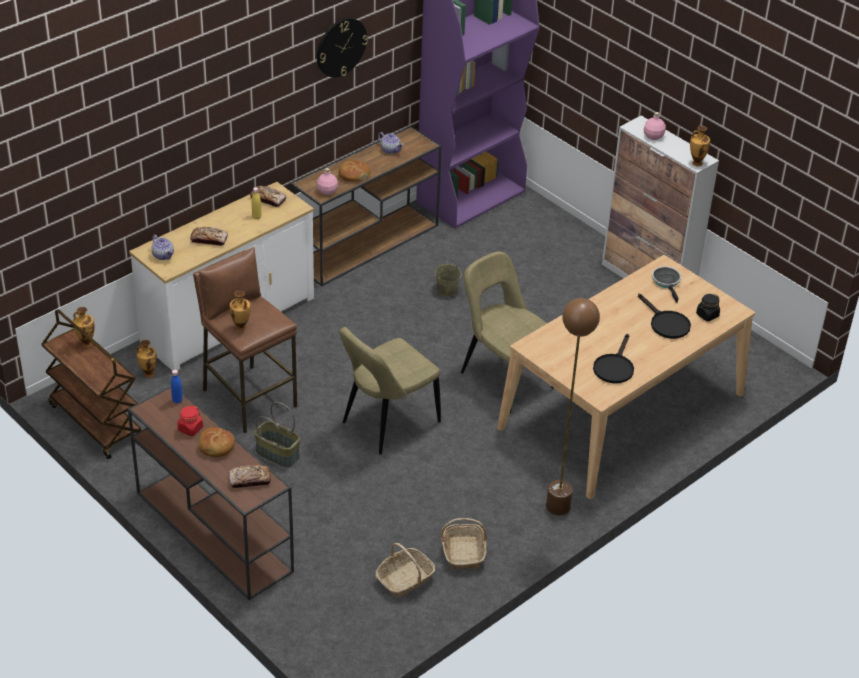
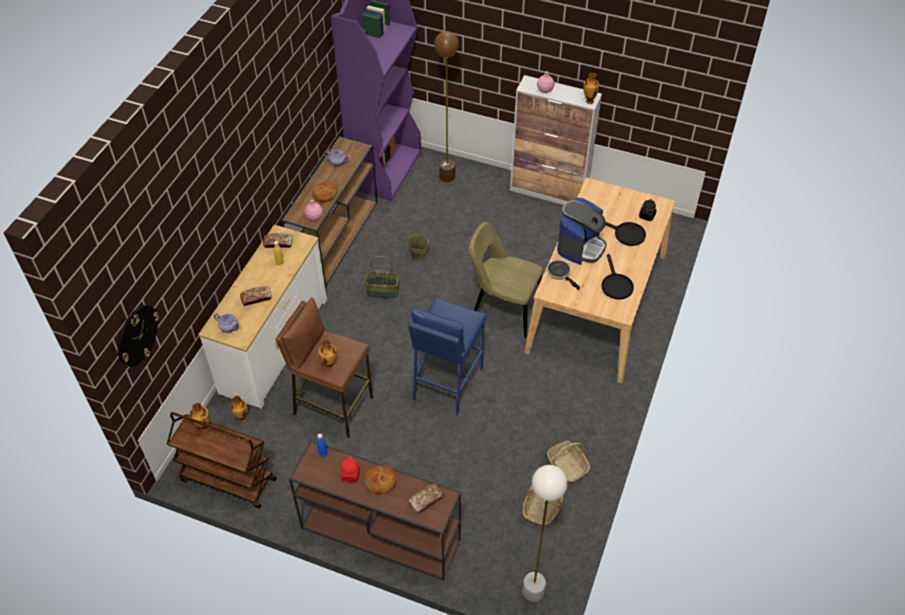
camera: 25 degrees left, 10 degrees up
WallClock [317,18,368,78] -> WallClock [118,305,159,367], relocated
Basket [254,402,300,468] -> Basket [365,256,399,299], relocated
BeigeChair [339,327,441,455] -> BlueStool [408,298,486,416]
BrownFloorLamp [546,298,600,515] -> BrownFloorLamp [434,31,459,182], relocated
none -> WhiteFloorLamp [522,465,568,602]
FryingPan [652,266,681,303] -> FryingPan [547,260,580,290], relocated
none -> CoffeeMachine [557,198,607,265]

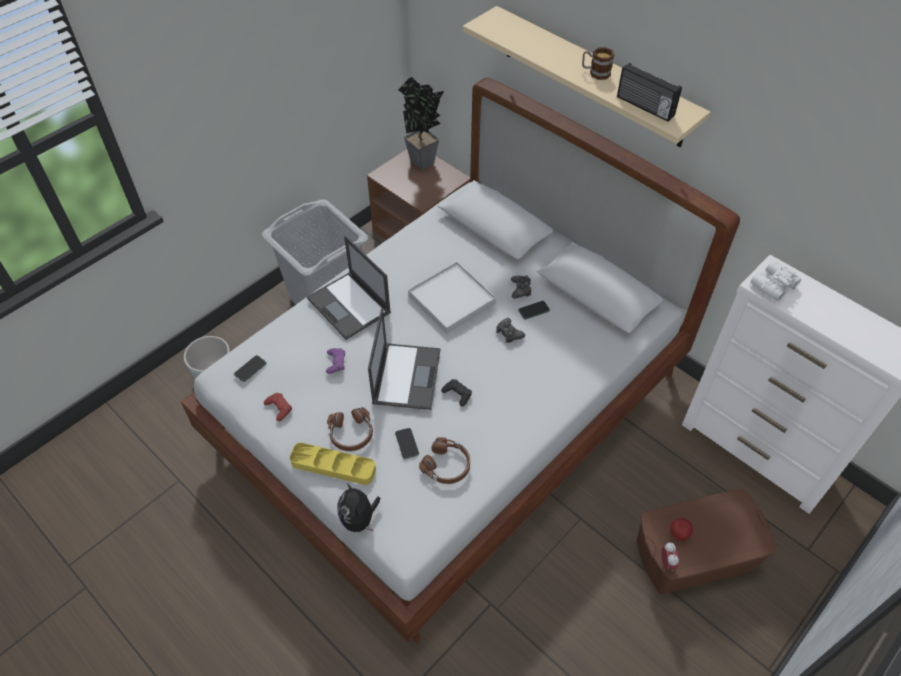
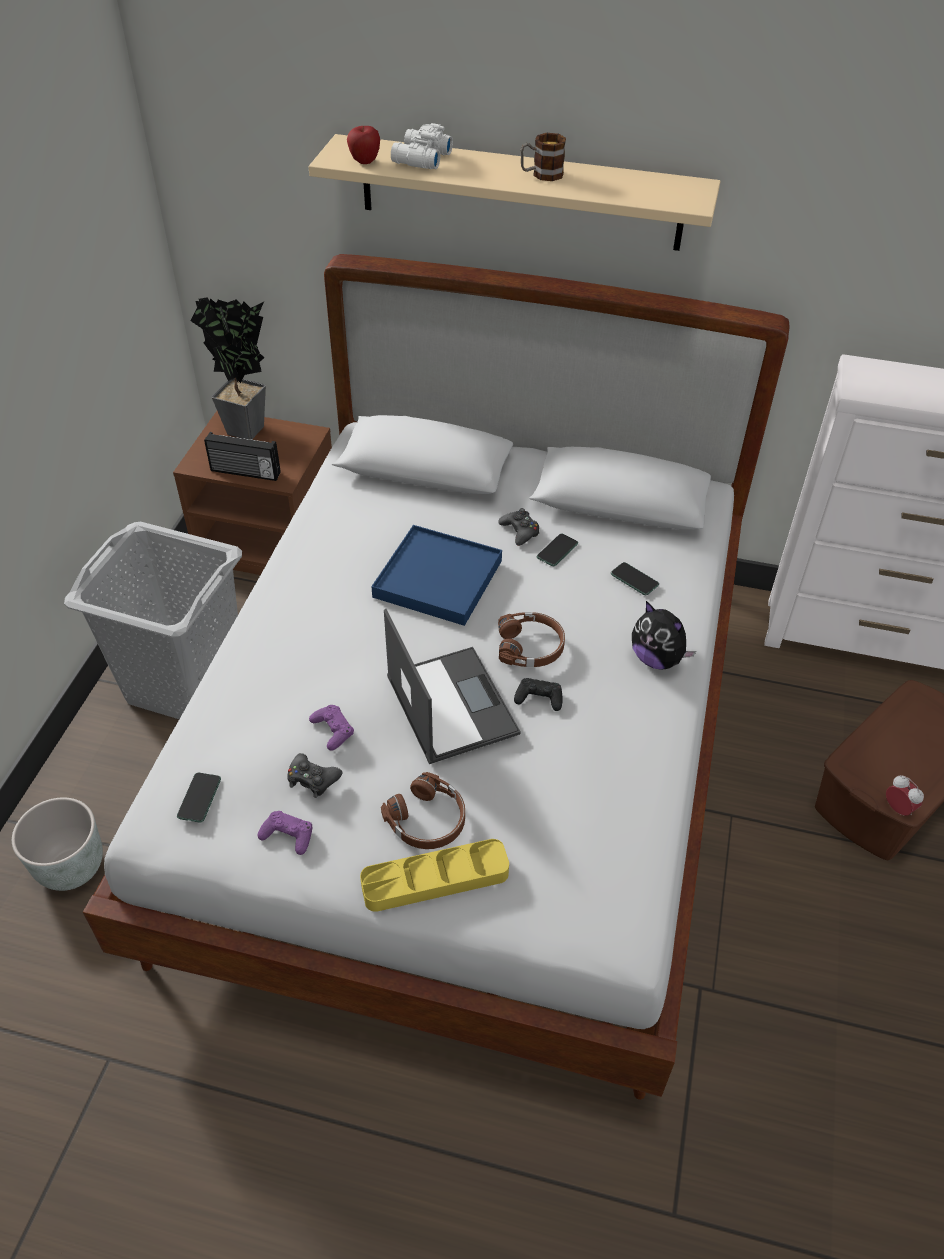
camera: 30 degrees left, 5 degrees down
Radio [617,63,682,122] -> Radio [204,432,281,481], relocated
RedGameController [264,393,292,421] -> PurpleGameController [258,811,312,855]
BlackGameController [496,318,525,343] -> BlackGameController [287,753,342,798], relocated
Apple [670,518,693,541] -> Apple [347,126,380,164], relocated
WhiteTray [408,262,496,334] -> BlueTray [371,525,502,626]
WhiteBinoculars [751,261,801,301] -> WhiteBinoculars [391,123,453,169], relocated
BrownHeadphones [419,437,470,484] -> BrownHeadphones [498,612,565,667], relocated
Phone [395,428,419,459] -> Phone [611,562,659,595], relocated
PlushToy [337,483,380,532] -> PlushToy [632,601,696,670], relocated
Laptop [307,235,391,340] -> none

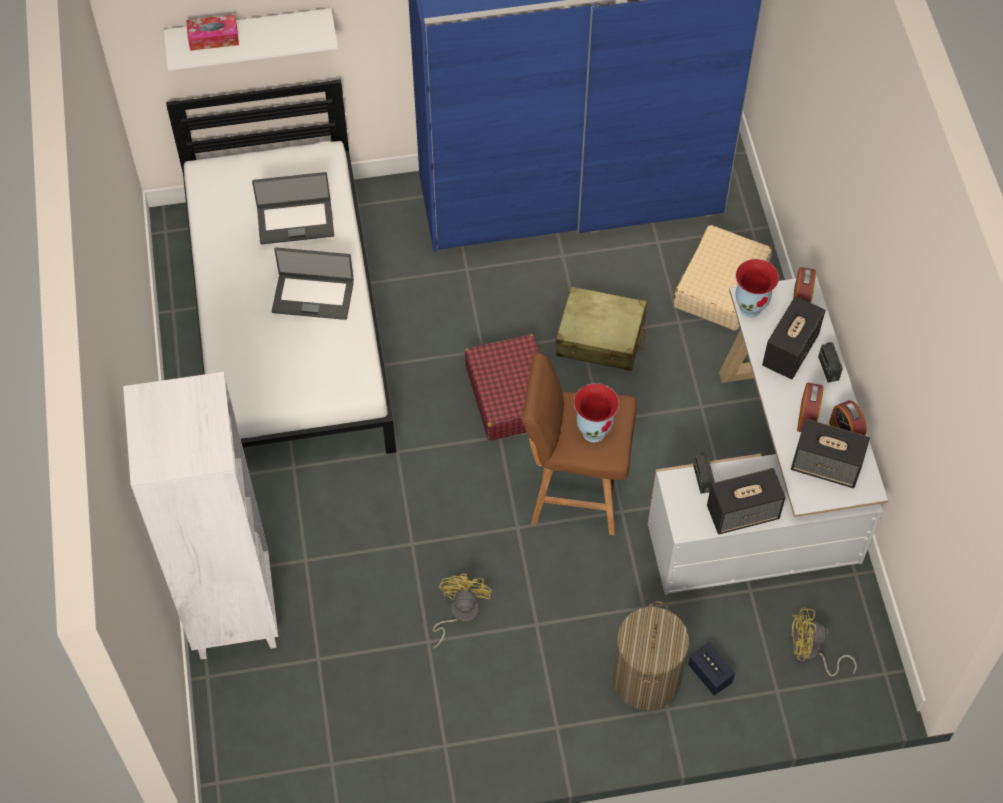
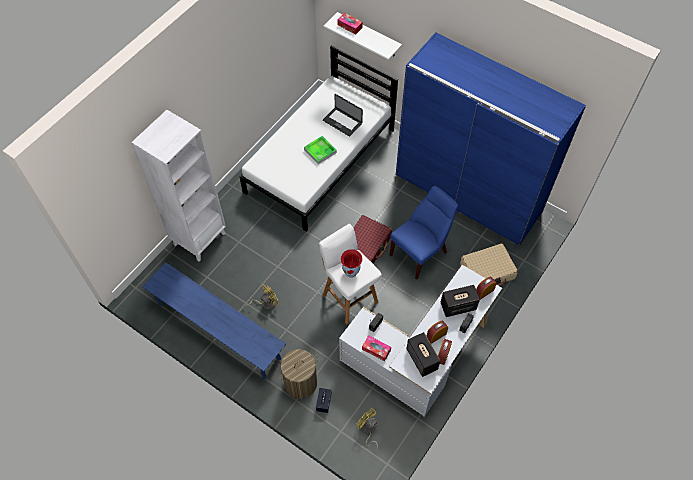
camera: 45 degrees right, 0 degrees up
none -> BlueBench [142,262,286,379]
Laptop [272,247,354,320] -> Tray [304,136,337,164]
BrownStool [523,353,637,535] -> WhiteStool [319,224,382,324]
Speaker [707,468,786,535] -> TissueBox [362,335,391,361]
BeigeSuitcase [556,287,647,371] -> BlueChair [390,186,458,280]
Vase [736,259,779,318] -> none

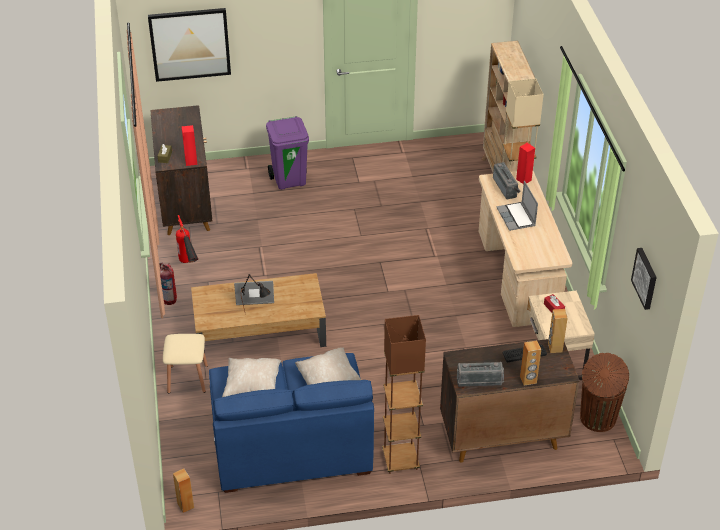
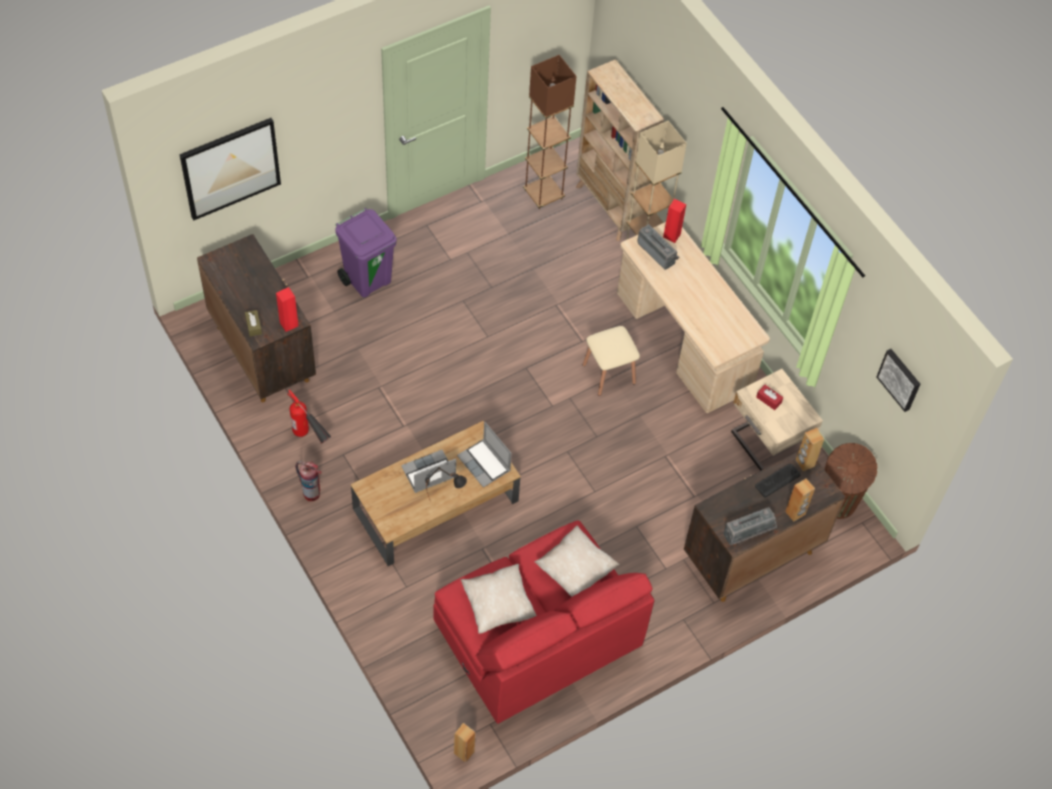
camera: 25 degrees left, 15 degrees up
BlueSofa [209,353,374,493] -> RedSofa [433,520,654,724]
Laptop [497,181,538,231] -> Laptop [457,422,512,488], relocated
BrownFloorLamp [382,315,426,474] -> BrownFloorLamp [523,55,577,209], relocated
BeigeStool [163,334,208,393] -> BeigeStool [583,326,640,396], relocated

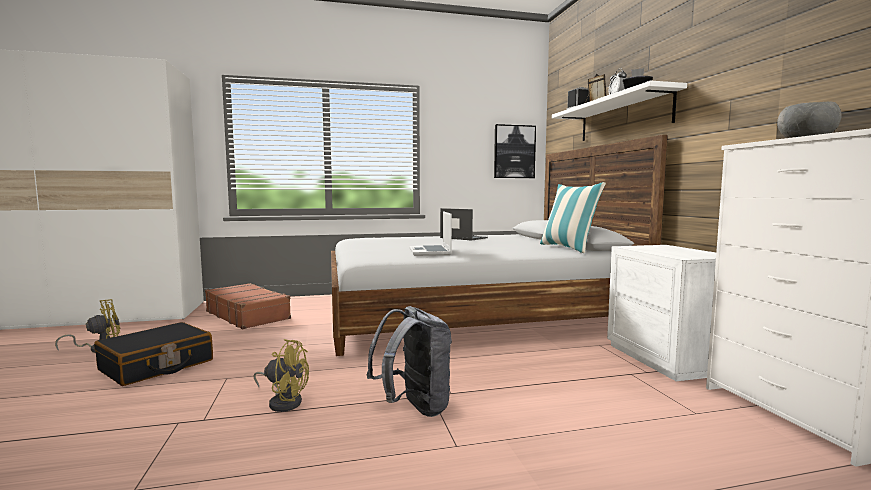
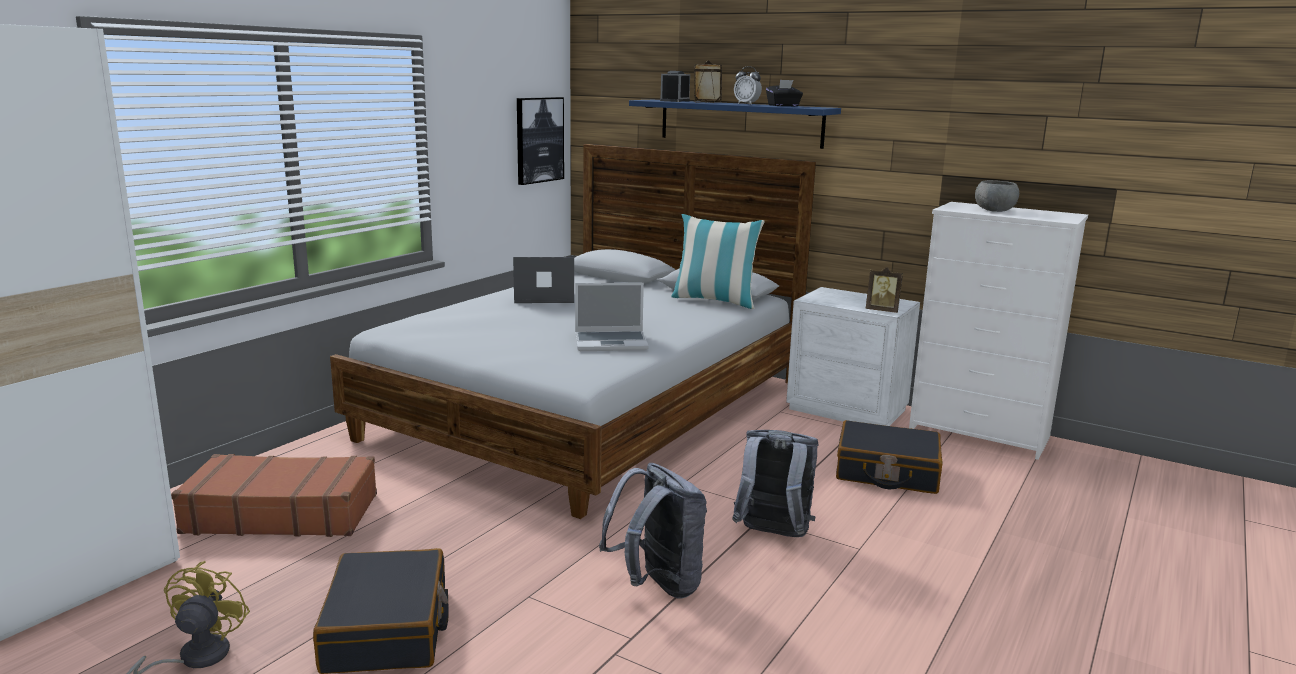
camera: 45 degrees left, 10 degrees up
Laptop [409,211,452,256] -> Laptop [575,283,649,351], 45 degrees counterclockwise
YellowFan [253,339,309,412] -> GreyBackpack [599,463,707,599]
WhiteShelf [552,80,687,141] -> BlueShelf [629,100,841,149]
none -> BlackSuitcase [836,420,943,494]
none -> PictureFrame [866,267,903,313]

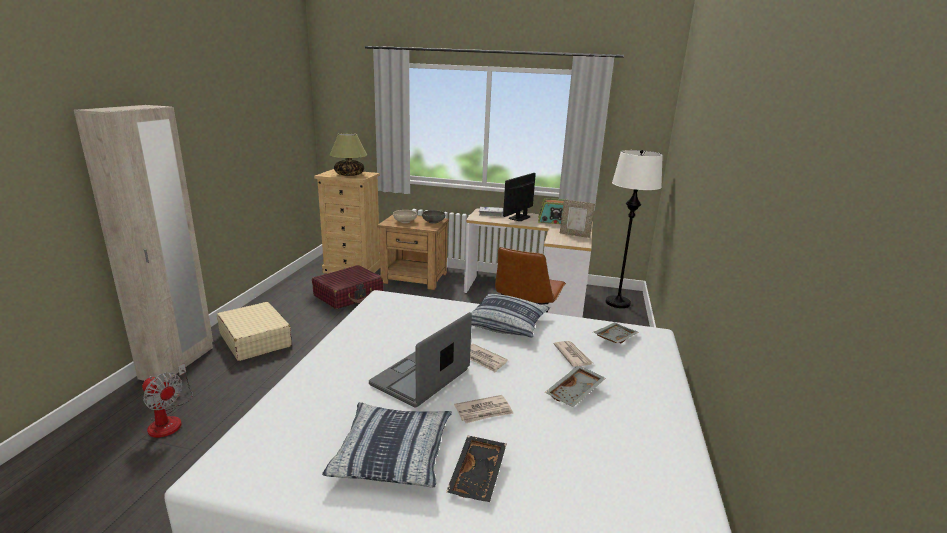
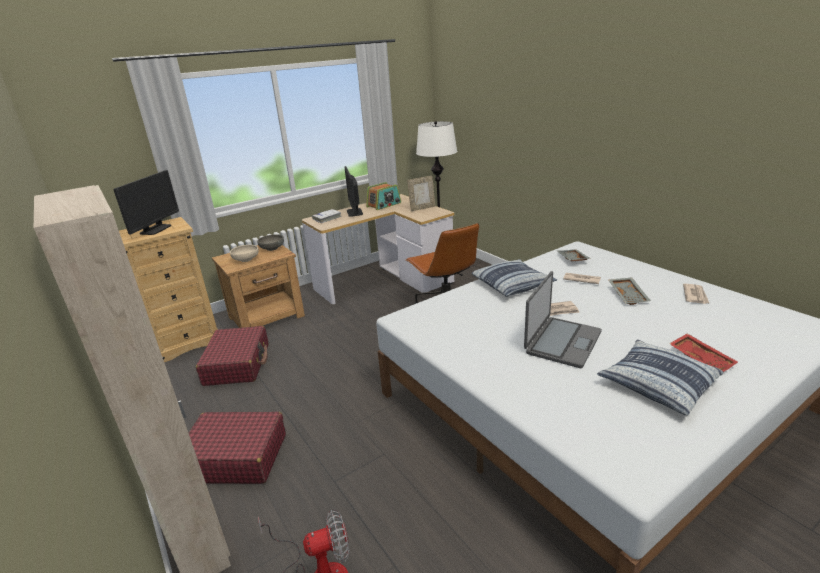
camera: 45 degrees left, 5 degrees up
TableLamp [330,133,367,176] -> Monitor [113,170,179,235]
BeigeSuitcase [217,302,292,361] -> RedSuitcase [189,412,286,484]
Laptop [369,312,472,408] -> Laptop [524,271,602,368], 135 degrees counterclockwise
BlackTray [446,436,507,502] -> RedTray [669,333,738,372]
Newspaper [454,395,513,423] -> Newspaper [683,284,710,304], relocated

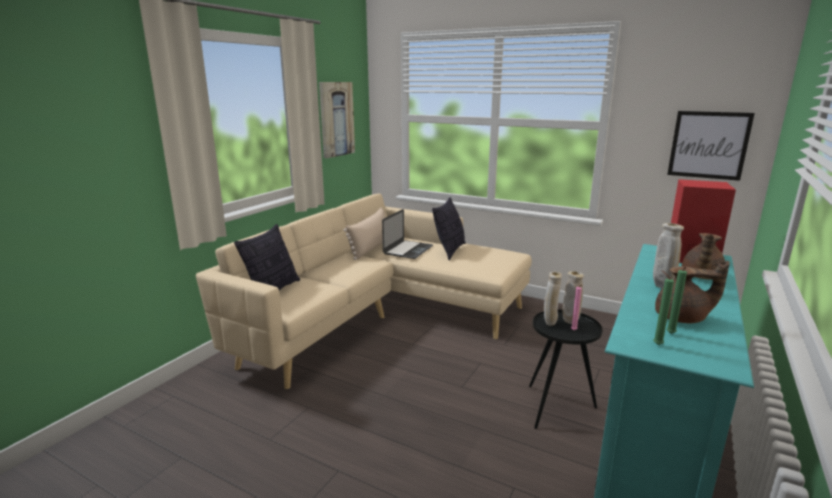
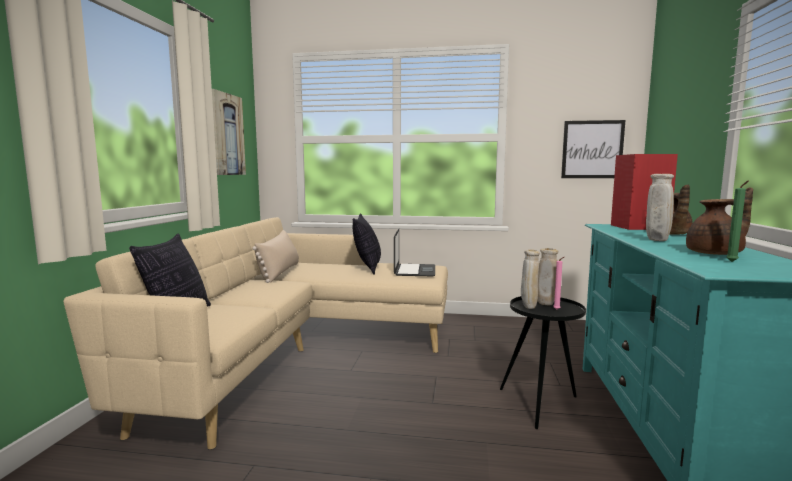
camera: 20 degrees left, 10 degrees down
Laptop [382,209,433,259] -> Laptop [394,229,435,276], relocated
GreenCandle [653,270,674,345] -> none

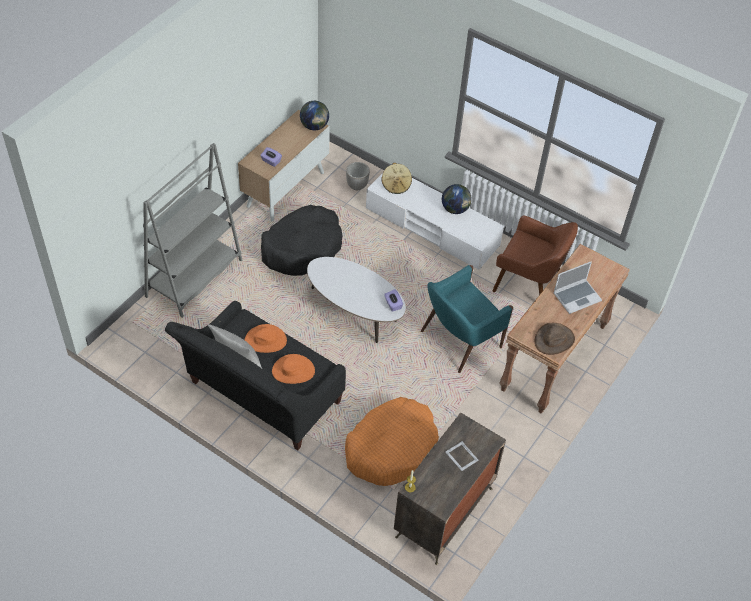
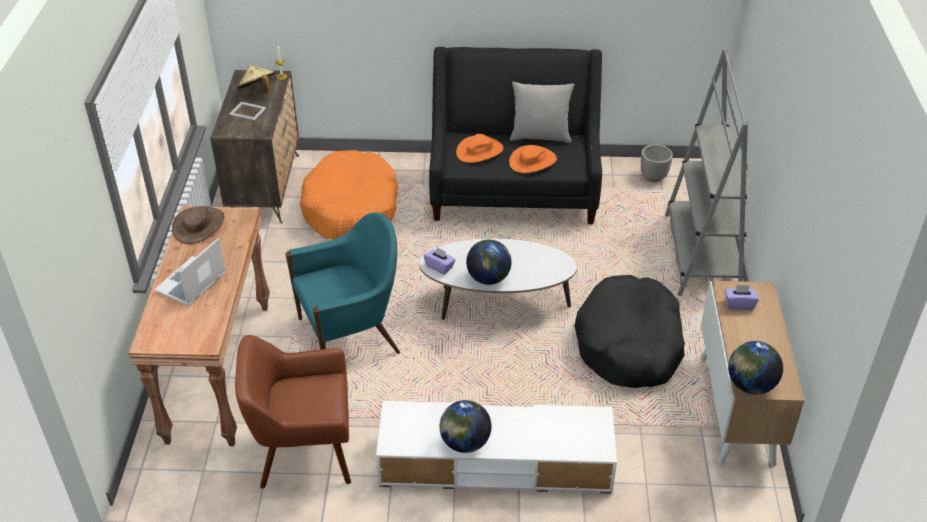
camera: 150 degrees right, 10 degrees down
BeigeHat [381,163,412,194] -> BeigeHat [237,65,275,94], relocated
TurquoiseArmchair [421,265,513,373] -> TurquoiseArmchair [286,212,400,354], 45 degrees clockwise
none -> Globe [466,240,512,285]
Planter [346,162,370,190] -> Planter [641,144,673,182], relocated

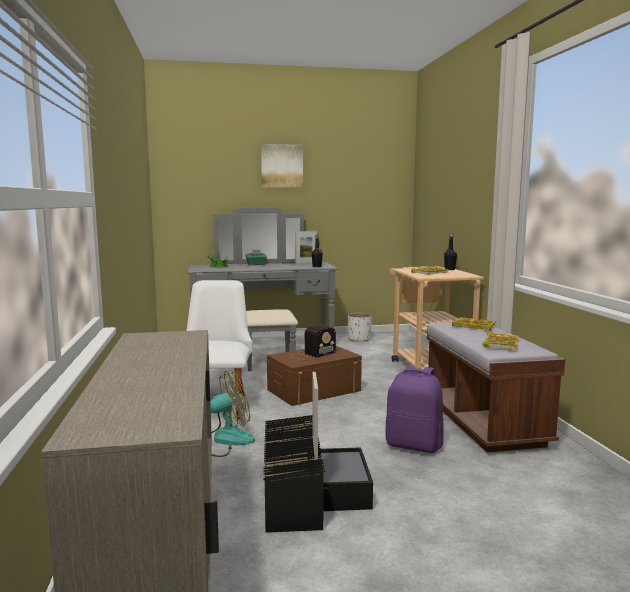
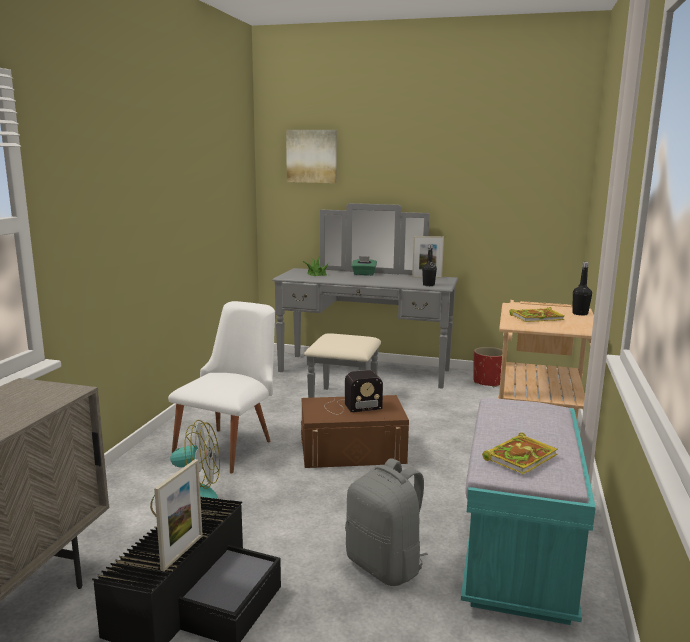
camera: 25 degrees right, 5 degrees up
Picture [261,144,303,187] -> Picture [286,130,337,183], relocated
PurpleBackpack [385,365,444,453] -> GreyBackpack [345,458,428,586]
BrownBench [427,322,565,453] -> TurquoiseBench [461,398,596,625]
WhitePlanter [348,313,372,342] -> RedPlanter [473,347,503,387]
Book [452,317,496,331] -> none

